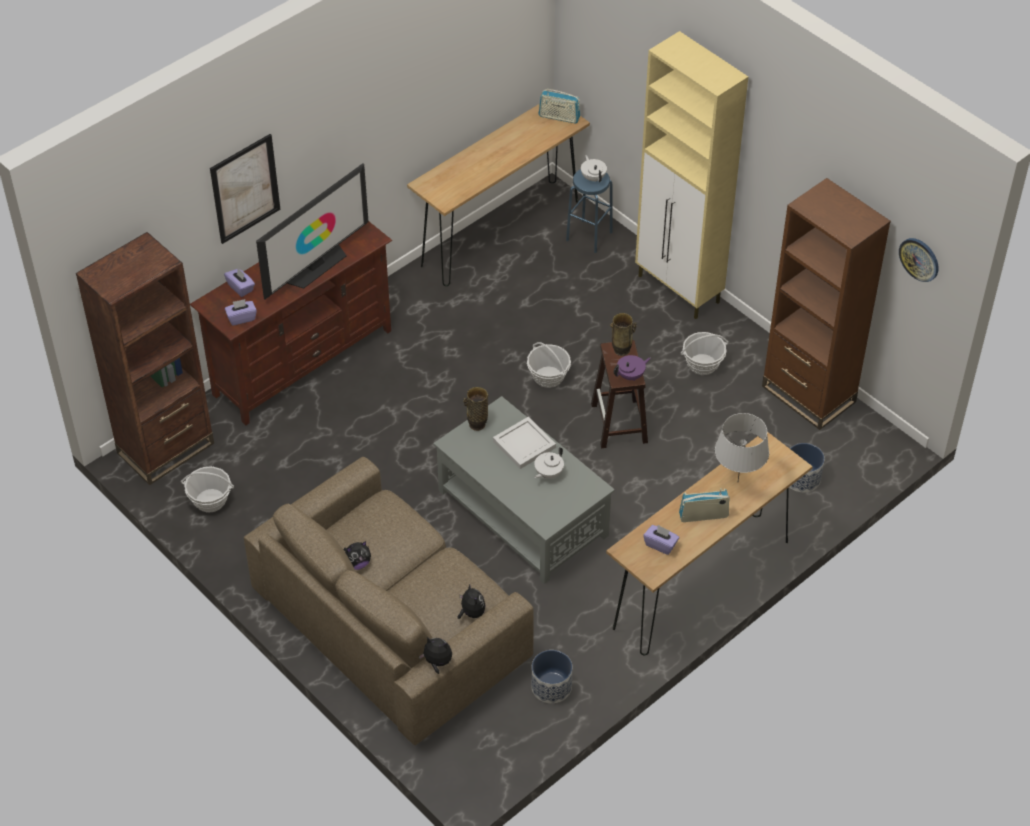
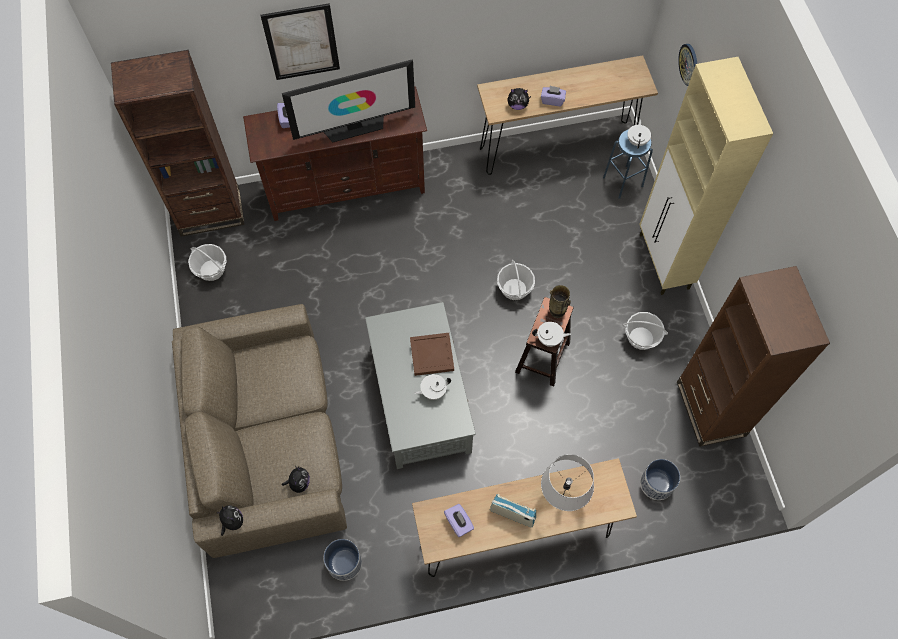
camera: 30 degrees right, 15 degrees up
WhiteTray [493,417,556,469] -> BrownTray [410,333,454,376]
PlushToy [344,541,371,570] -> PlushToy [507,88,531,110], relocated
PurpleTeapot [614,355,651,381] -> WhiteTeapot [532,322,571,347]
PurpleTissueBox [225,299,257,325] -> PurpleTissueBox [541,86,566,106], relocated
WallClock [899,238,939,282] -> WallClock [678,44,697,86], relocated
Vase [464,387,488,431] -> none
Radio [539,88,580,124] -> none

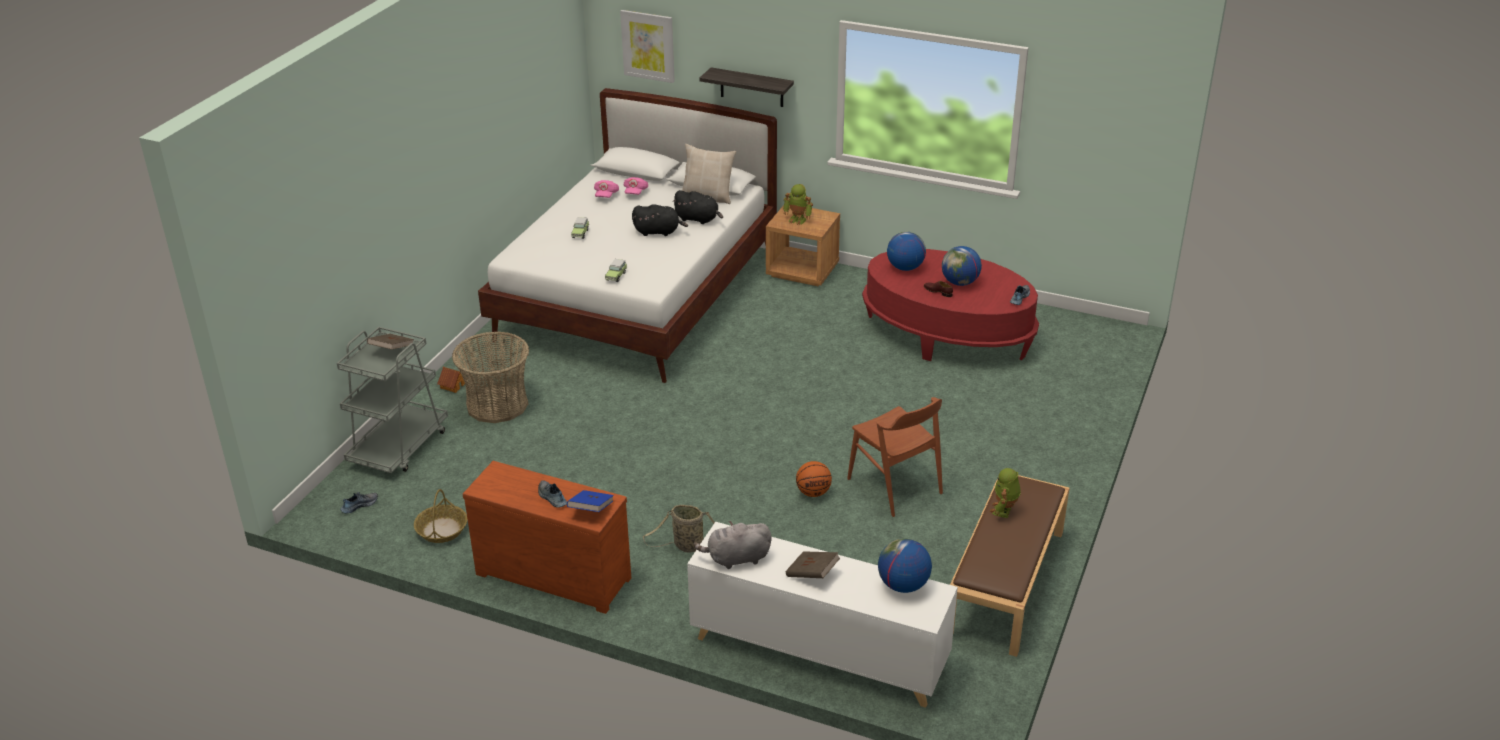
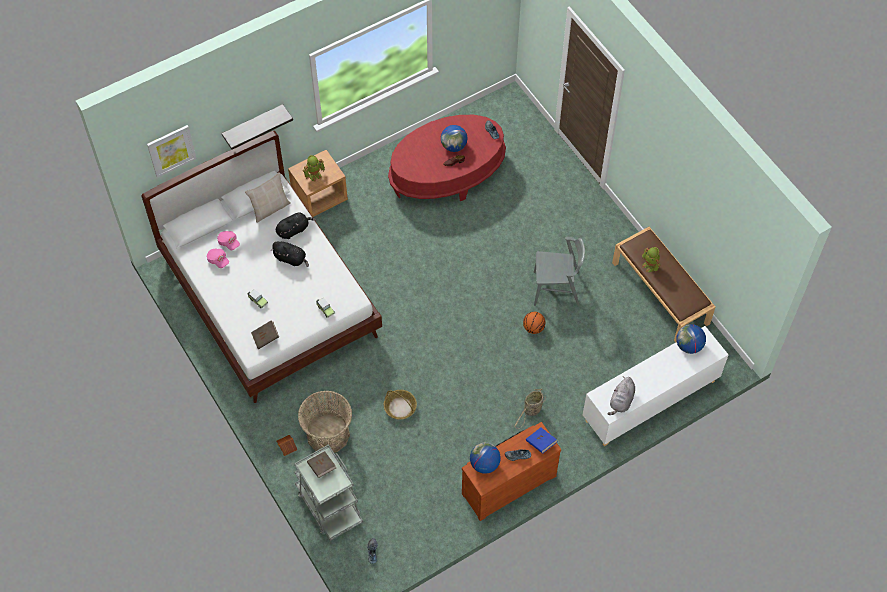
camera: 55 degrees left, 25 degrees up
BrownBook [786,551,840,578] -> BrownBook [251,320,279,349], relocated
BlackPlushToy [632,204,688,236] -> BlackPlushToy [272,241,309,267], 75 degrees clockwise
Basket [414,489,467,543] -> Basket [384,390,417,420], relocated
Globe [887,232,926,271] -> Globe [470,443,501,474], relocated
BrownChair [847,397,943,517] -> GreyChair [534,237,585,306]

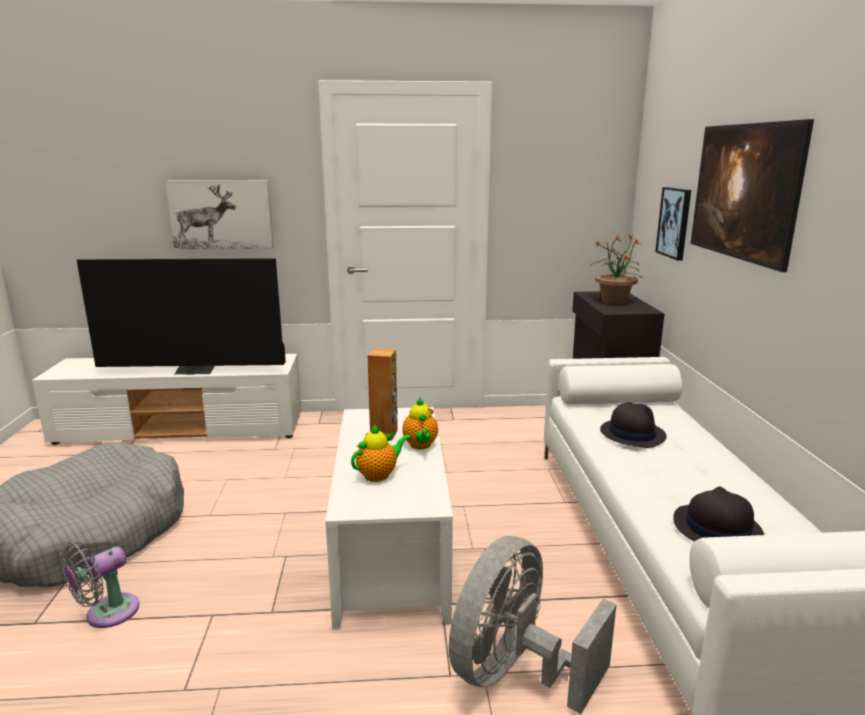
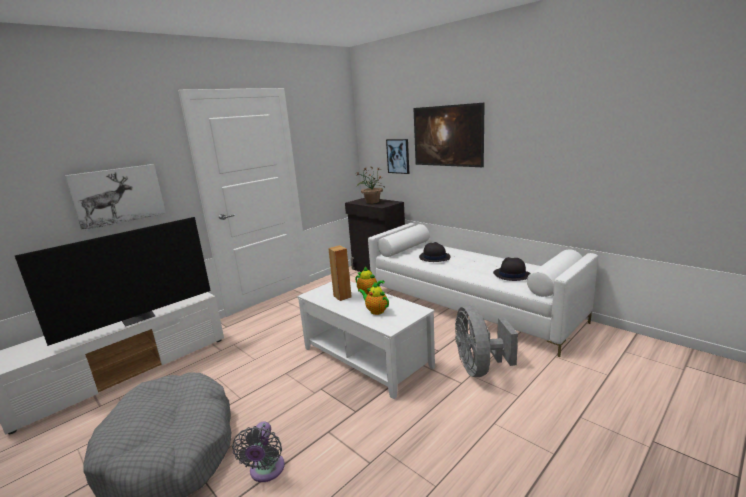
camera: 40 degrees left, 0 degrees up
Teapot [351,424,411,482] -> Teapot [358,283,389,315], 60 degrees counterclockwise

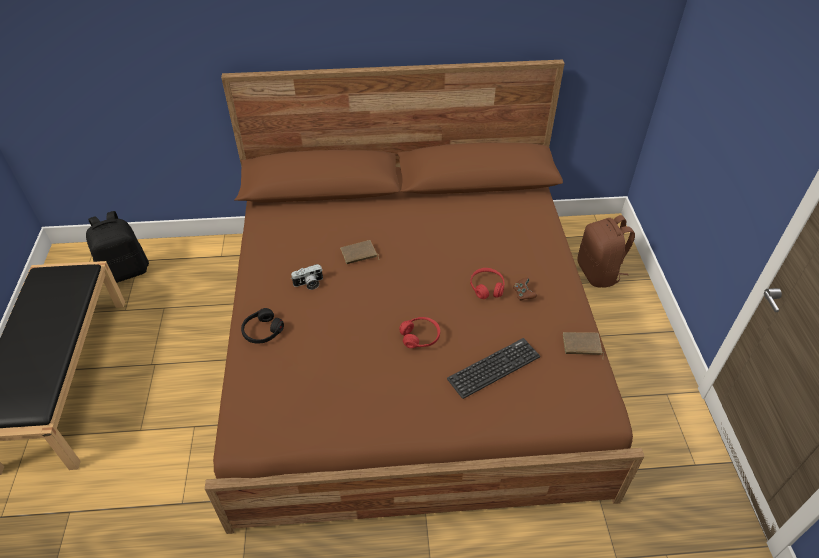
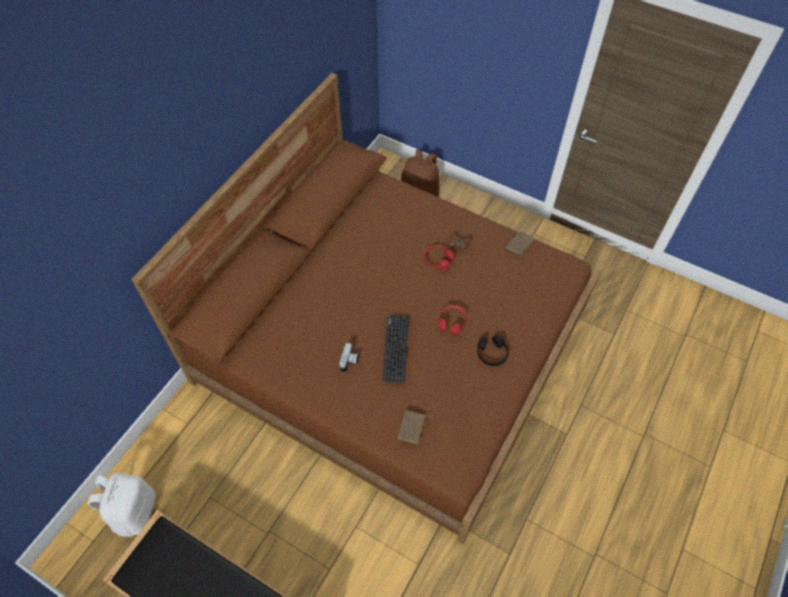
camera: 55 degrees left, 10 degrees up
BlackBackpack [86,211,149,283] -> WhiteBackpack [87,473,156,537]
Keyboard [447,338,540,399] -> Keyboard [382,315,409,383], relocated
BrownBook [340,240,379,264] -> BrownBook [397,410,431,445], relocated
BlackHeadphones [241,308,284,344] -> BlackHeadphones [477,335,509,366], relocated

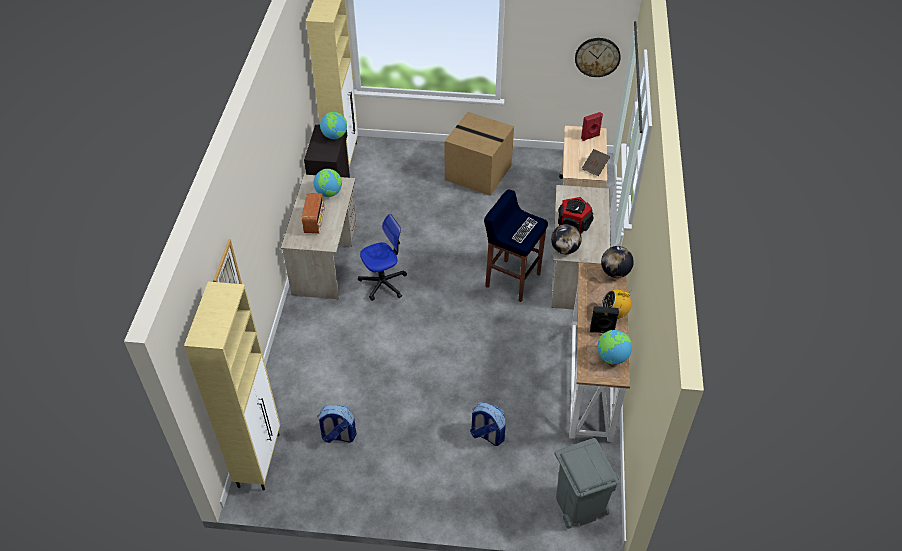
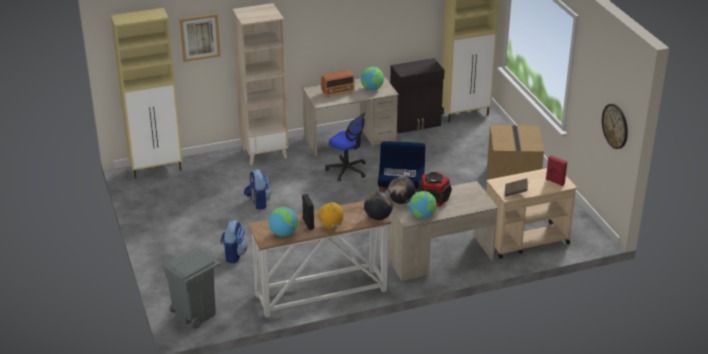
camera: 65 degrees right, 15 degrees down
none -> BeigeBookcase [232,3,288,165]
Backpack [317,405,357,443] -> Backpack [244,169,271,210], relocated
Globe [320,112,347,139] -> Globe [409,191,437,219], relocated

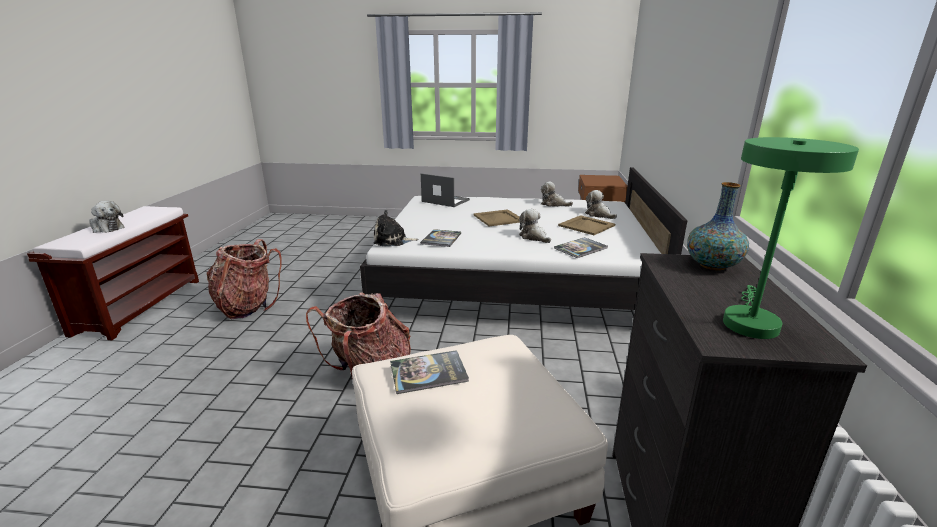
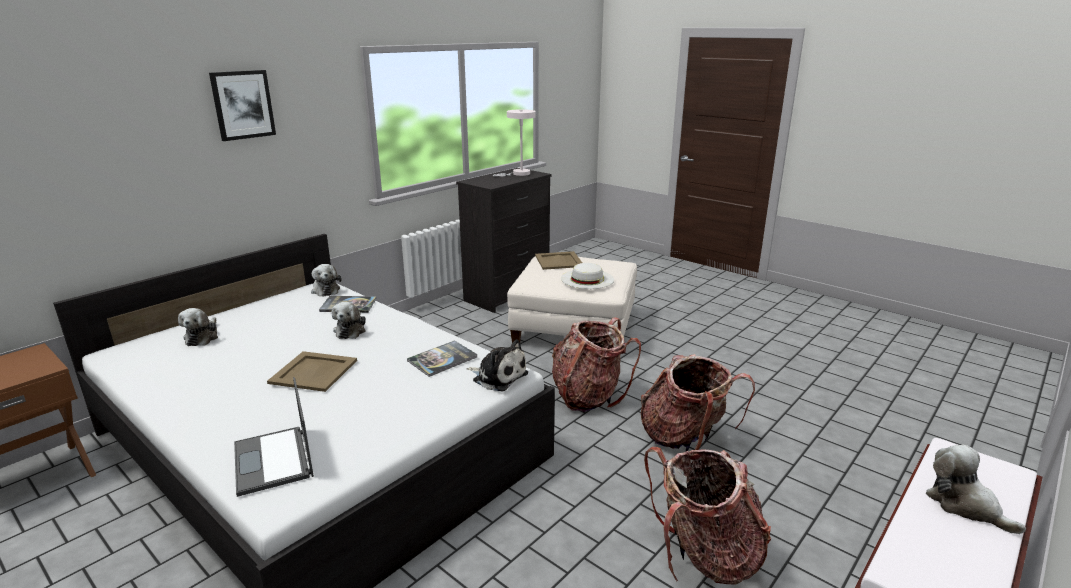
camera: 145 degrees left, 0 degrees up
none -> Picture [209,70,276,141]
PlushToy [541,181,573,207] -> PlushToy [311,264,342,297], relocated
GreenTableLamp [723,137,859,339] -> WhiteTableLamp [493,109,536,176]
BeigeTray [558,215,615,235] -> BeigeTray [535,251,582,270], relocated
Book [390,350,469,394] -> WhiteHat [561,263,614,289]
none -> Backpack [641,354,755,451]
Vase [687,182,749,270] -> none

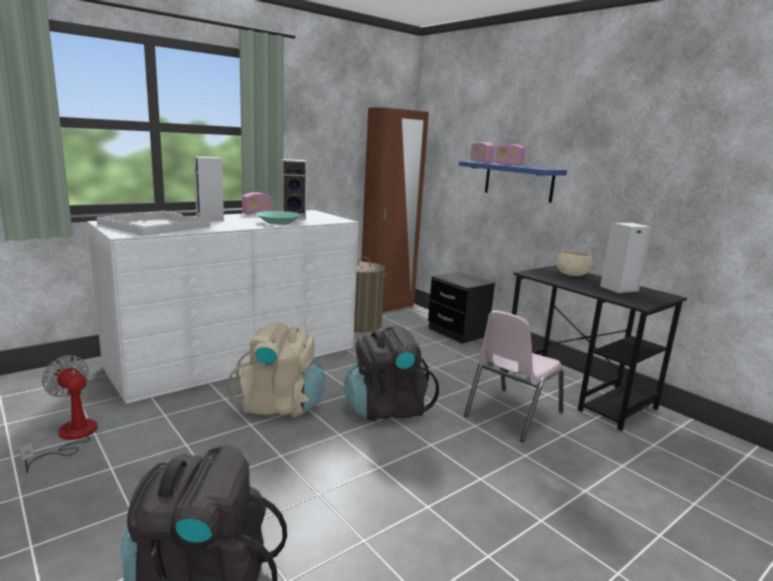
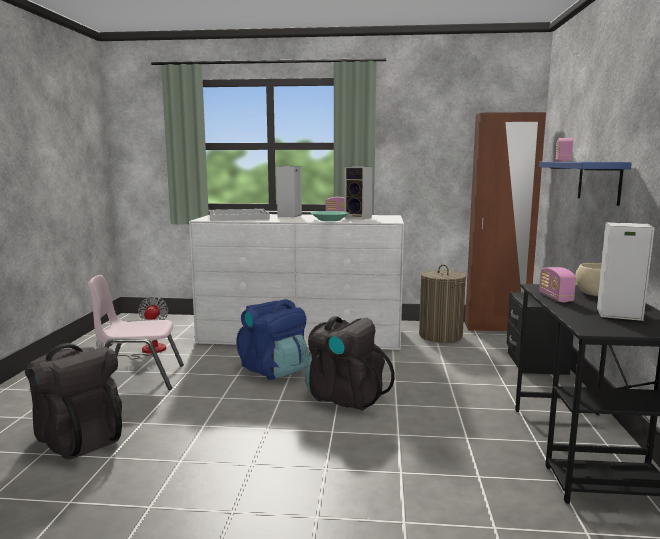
camera: 45 degrees right, 5 degrees down
PinkChair [464,311,564,442] -> PinkChair [88,275,184,390], relocated
BeigeBackpack [227,322,325,417] -> BlueBackpack [236,299,308,380]
Radio [495,144,526,166] -> Radio [539,267,576,302], relocated

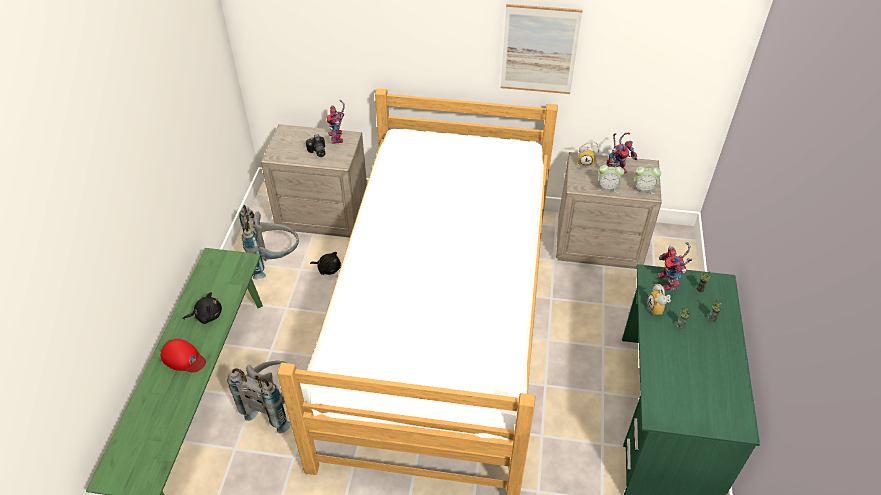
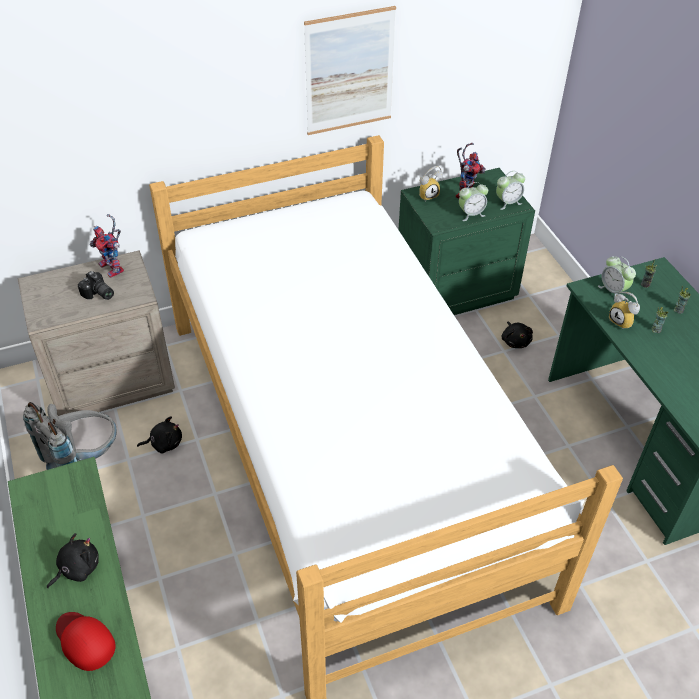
camera: 30 degrees left, 0 degrees up
RedCap [161,339,206,373] -> RedCap [56,612,116,671], 135 degrees counterclockwise
BeigeNightstand [556,152,662,269] -> GreenNightstand [398,168,535,315]
none -> BlackPlushToy [501,321,533,348]
ToyRobot [657,242,693,291] -> AlarmClock [598,256,636,298]
GreyBackpack [227,361,291,434] -> none

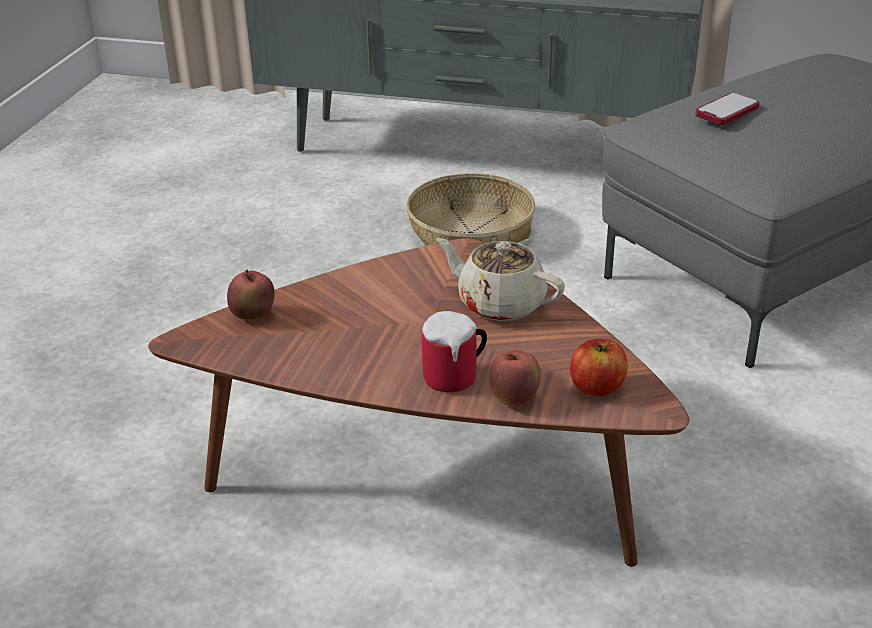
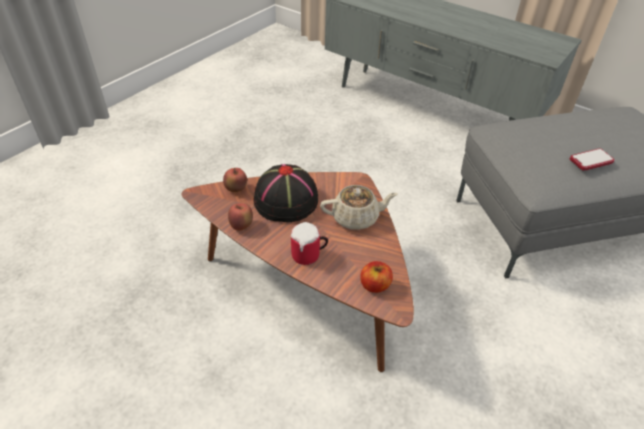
camera: 20 degrees right, 10 degrees up
Apple [490,350,541,407] -> Apple [228,203,253,231], relocated
none -> BlackHat [253,164,318,222]
BeigeTeapot [436,238,565,321] -> BeigeTeapot [320,185,398,230], 120 degrees clockwise
Phone [695,93,759,125] -> Phone [570,149,614,171], relocated
Basket [406,173,535,246] -> none

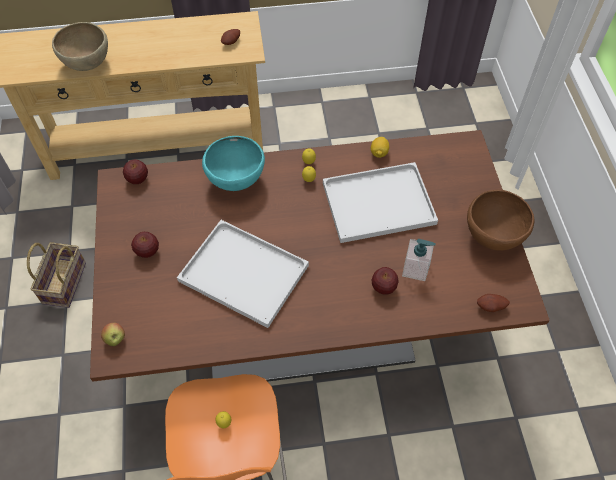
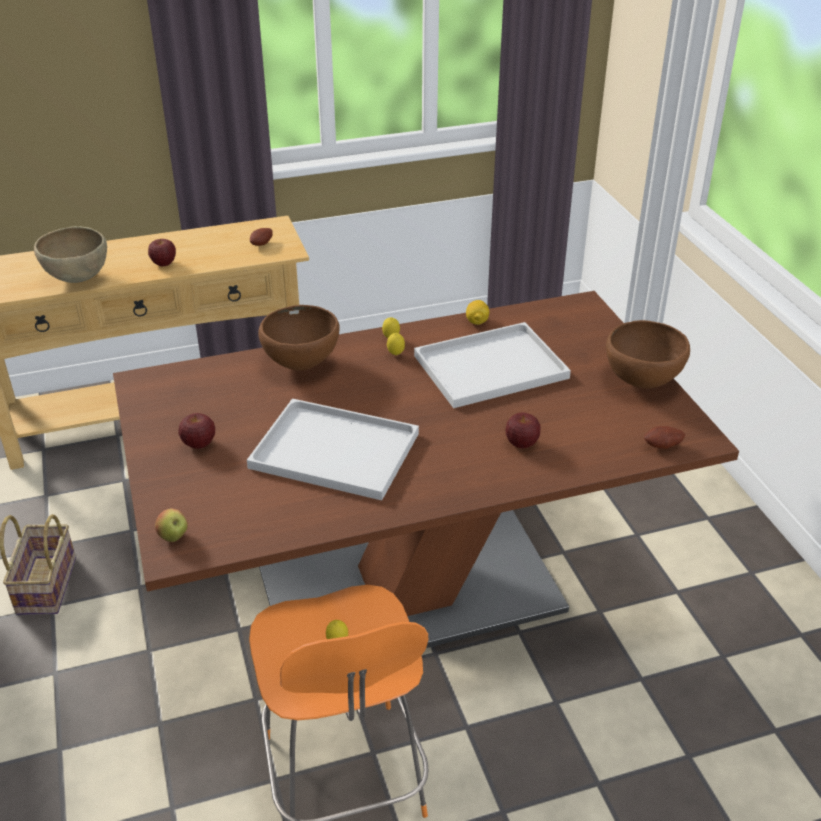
camera: 10 degrees left, 20 degrees down
Apple [123,160,148,184] -> Apple [148,239,176,266], relocated
TurquoiseBowl [202,136,265,191] -> BrownBowl [258,305,340,371]
SoapDispenser [402,239,436,281] -> none

